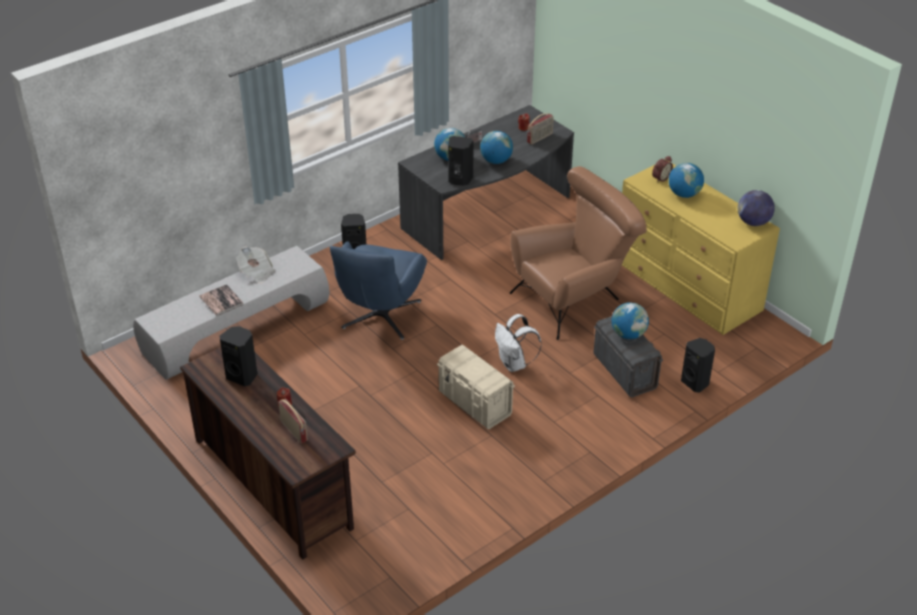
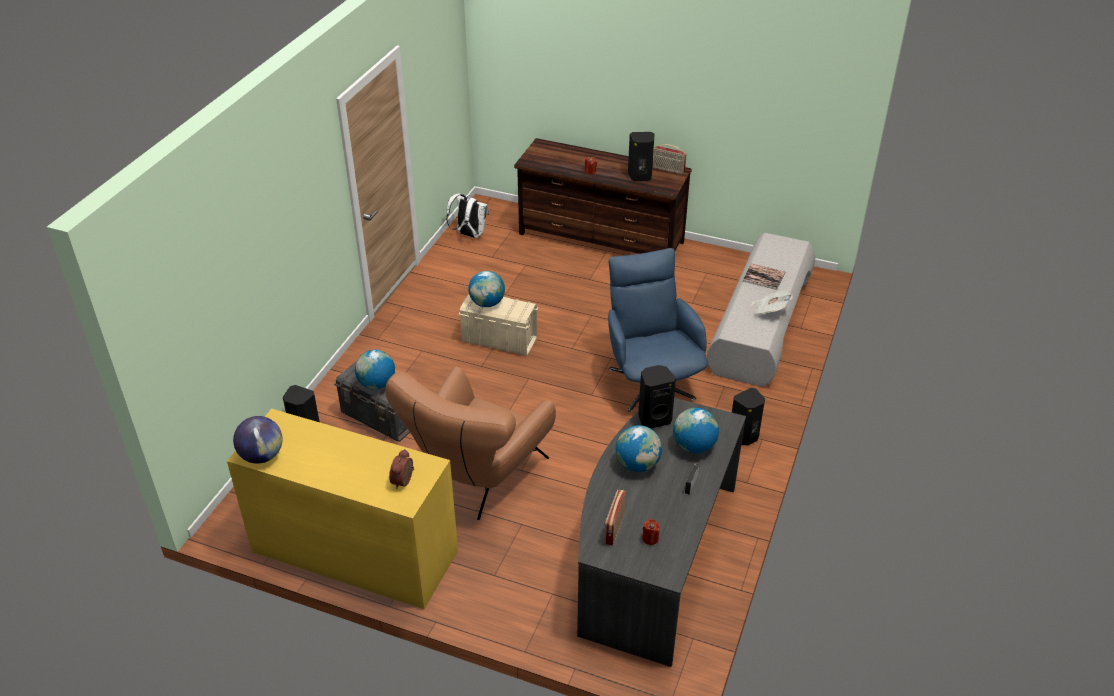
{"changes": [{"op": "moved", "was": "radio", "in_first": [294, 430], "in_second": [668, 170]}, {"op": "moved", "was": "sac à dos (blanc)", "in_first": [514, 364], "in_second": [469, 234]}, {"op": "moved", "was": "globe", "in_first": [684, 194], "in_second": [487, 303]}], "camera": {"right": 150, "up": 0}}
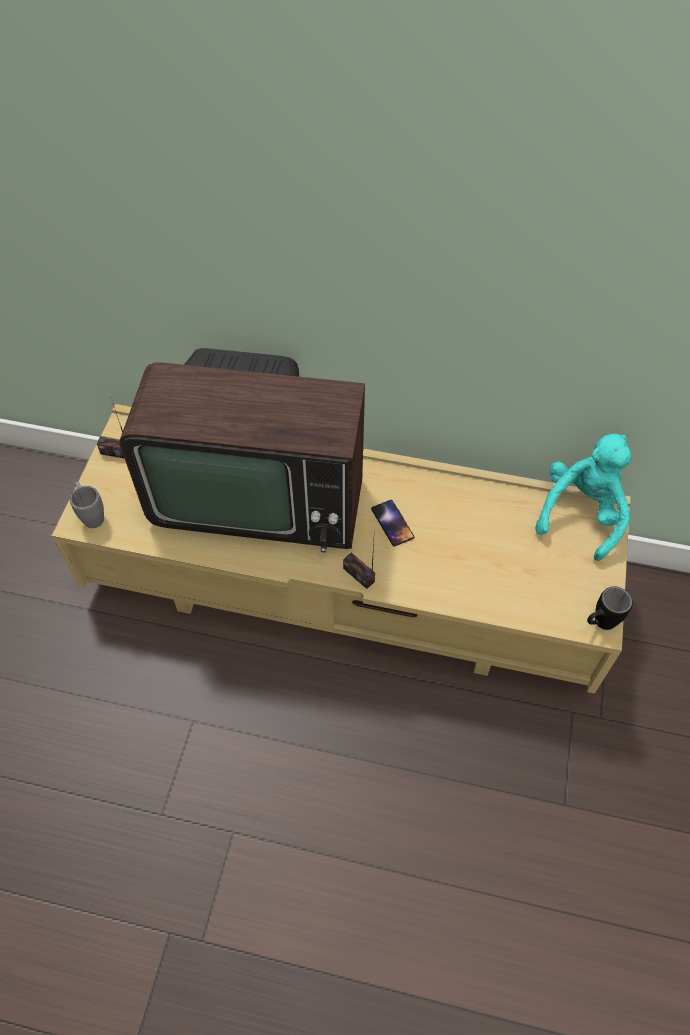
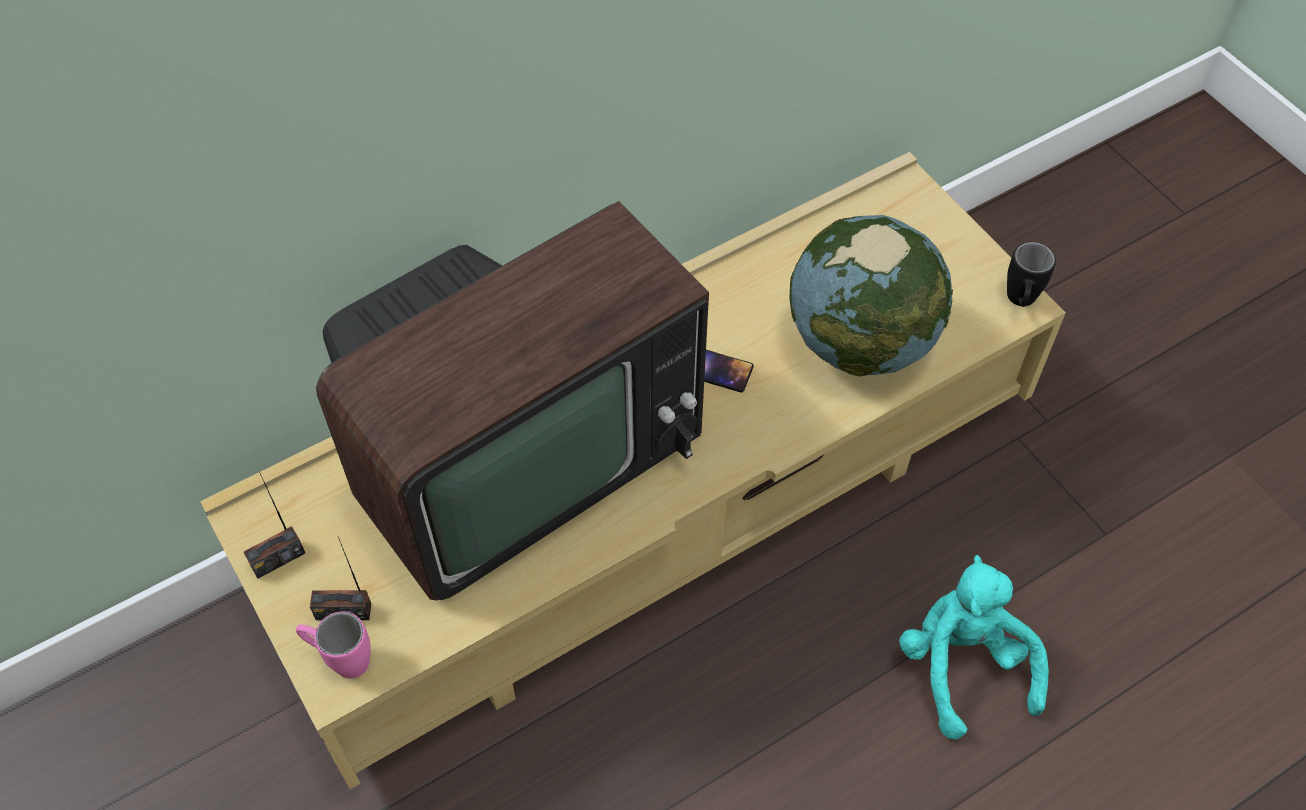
{"changes": [{"op": "recoloured", "was": "mug (gris)", "now": "mug (rose)", "in_first": [91, 515], "in_second": [341, 659]}, {"op": "moved", "was": "radio", "in_first": [359, 575], "in_second": [343, 611]}, {"op": "moved", "was": "peluche (turquoise)", "in_first": [581, 513], "in_second": [963, 665]}, {"op": "added", "now": "globe", "in_second": [861, 343]}], "camera": {"right": -45, "up": 0}}
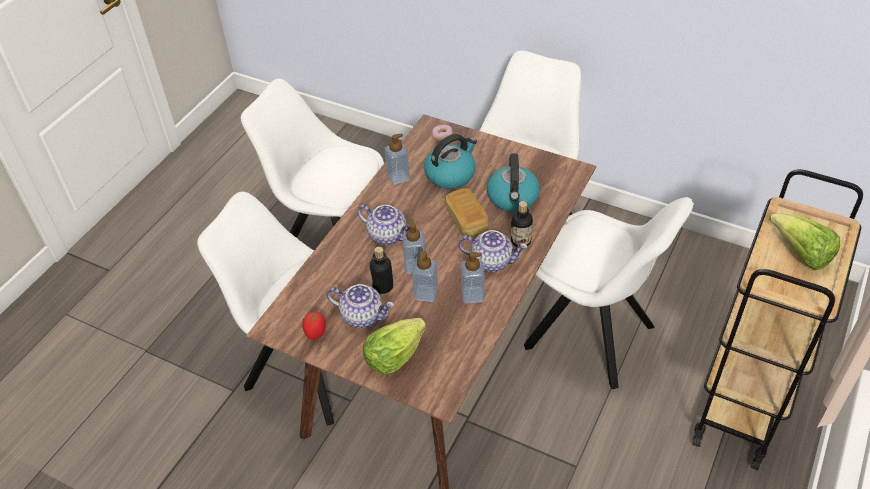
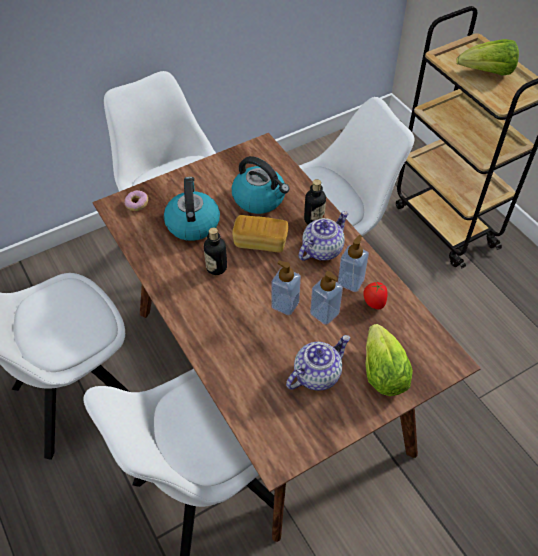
{"changes": [{"op": "moved", "was": "tomate", "in_first": [316, 333], "in_second": [373, 303]}, {"op": "removed", "was": "théière", "in_first": [388, 235]}, {"op": "moved", "was": "bouteille", "in_first": [383, 286], "in_second": [216, 267]}, {"op": "removed", "was": "distributeur de savon", "in_first": [398, 177]}], "camera": {"right": -60, "up": 5}}
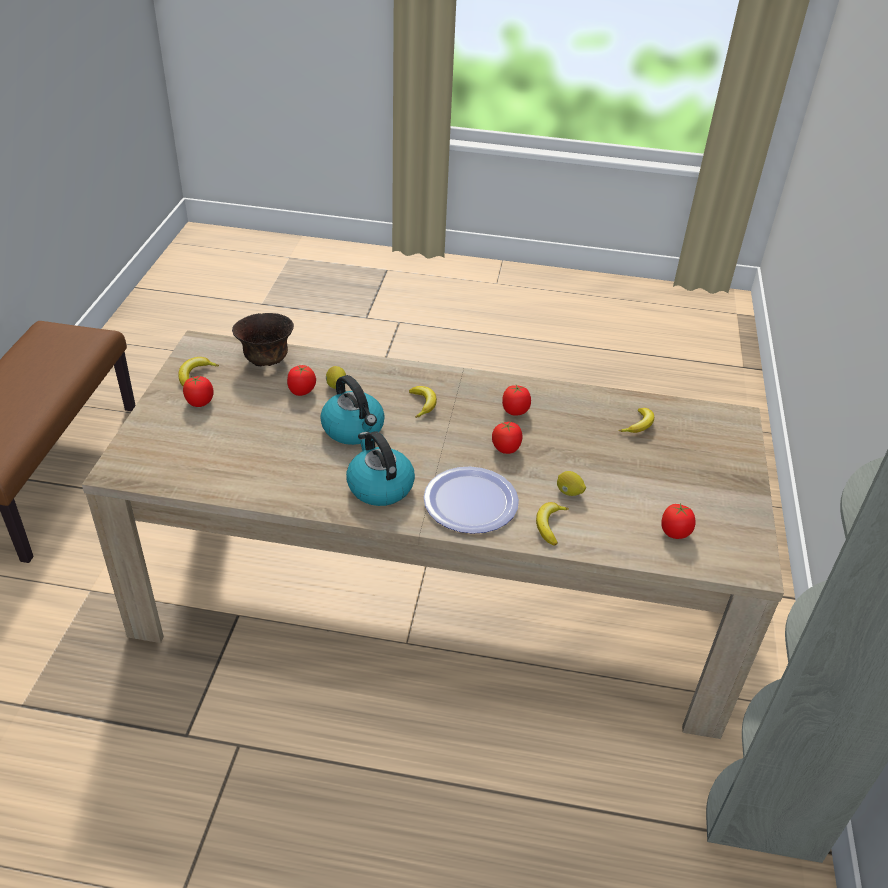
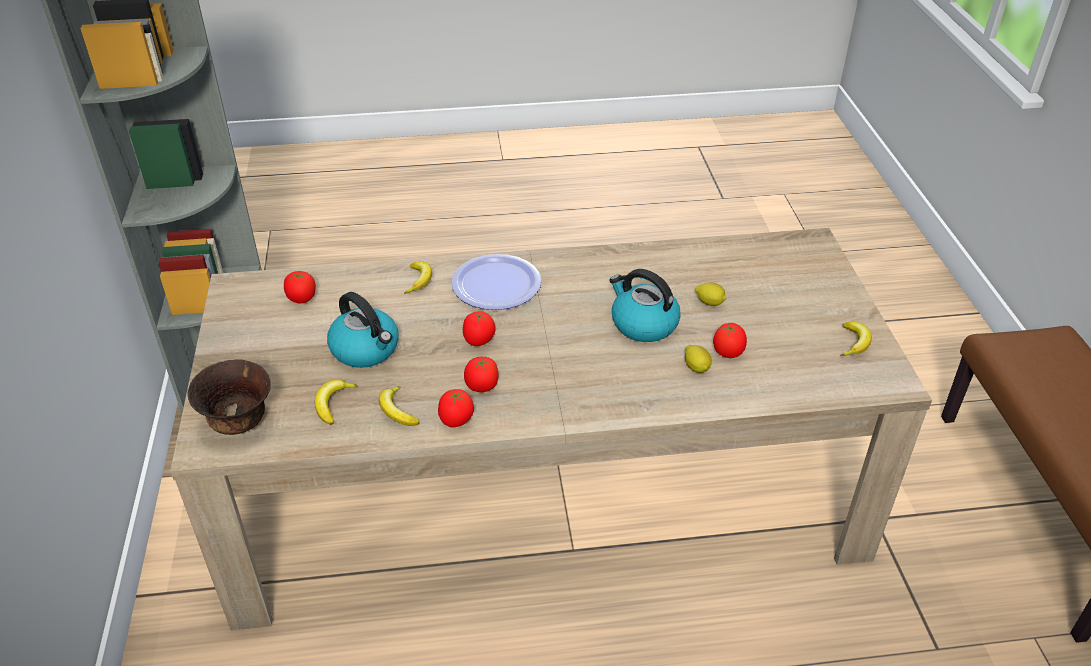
{"changes": [{"op": "moved", "was": "tomate", "in_first": [200, 402], "in_second": [456, 420]}, {"op": "moved", "was": "bol (marron)", "in_first": [266, 361], "in_second": [240, 424]}, {"op": "moved", "was": "bouilloire", "in_first": [379, 486], "in_second": [366, 350]}, {"op": "moved", "was": "banane", "in_first": [423, 404], "in_second": [397, 411]}, {"op": "moved", "was": "citron", "in_first": [569, 492], "in_second": [709, 303]}], "camera": {"right": 165, "up": 0}}
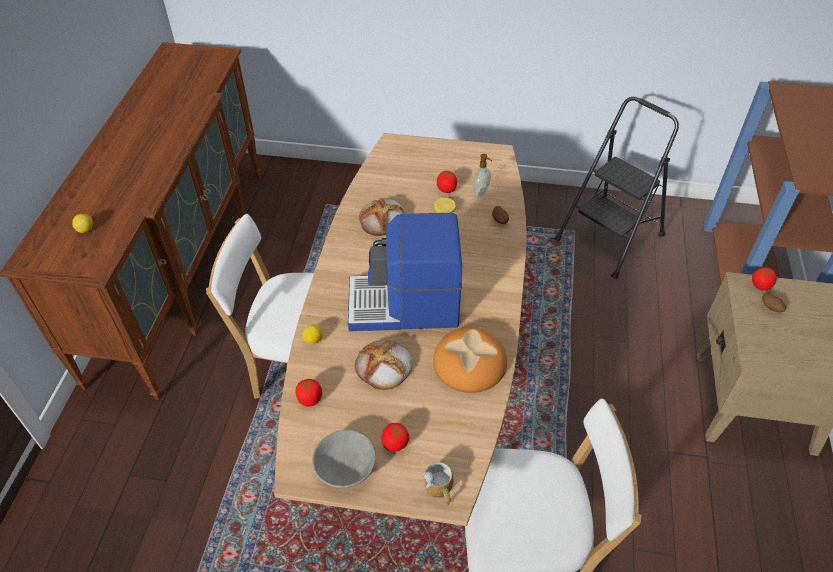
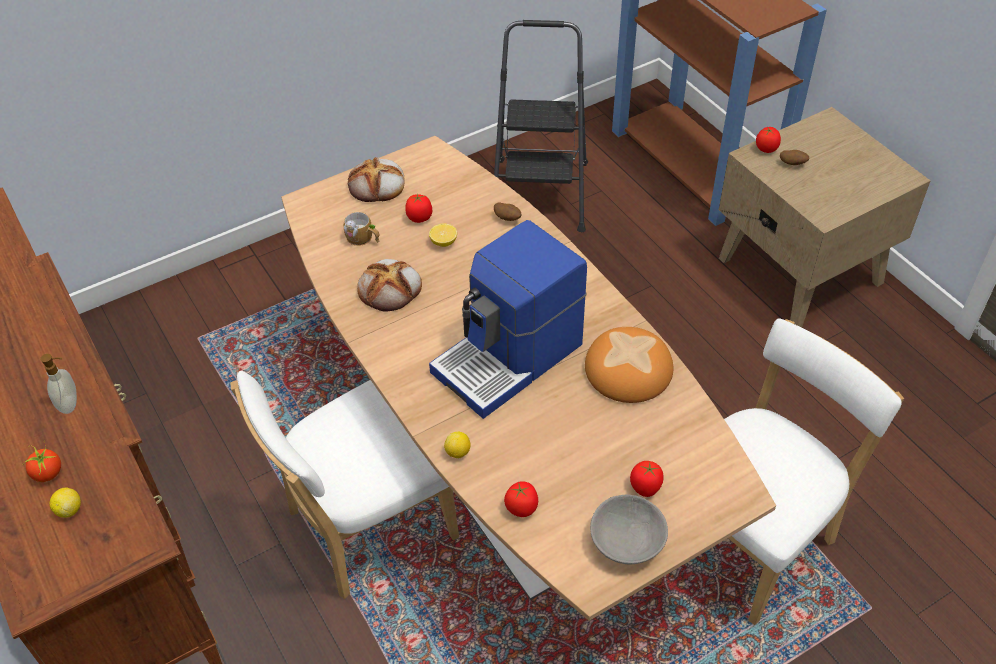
{"changes": [{"op": "moved", "was": "pain", "in_first": [384, 367], "in_second": [377, 185]}, {"op": "moved", "was": "mug", "in_first": [439, 490], "in_second": [363, 239]}, {"op": "moved", "was": "distributeur de savon", "in_first": [481, 192], "in_second": [70, 404]}, {"op": "added", "now": "tomate", "in_second": [48, 473]}], "camera": {"right": -40, "up": 0}}
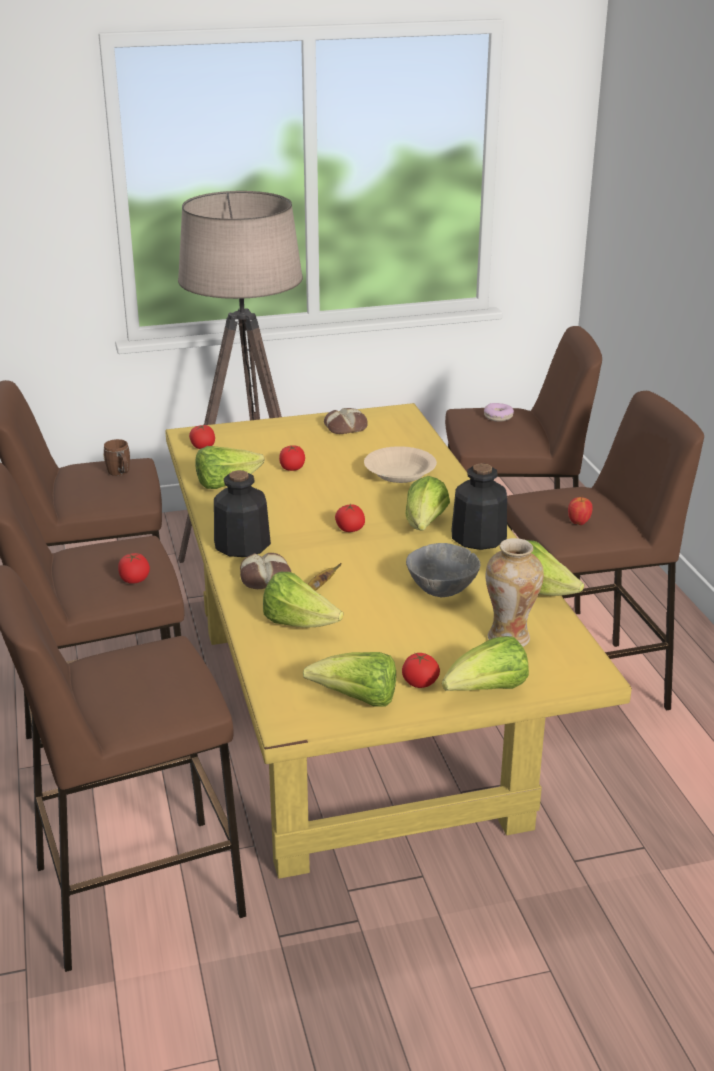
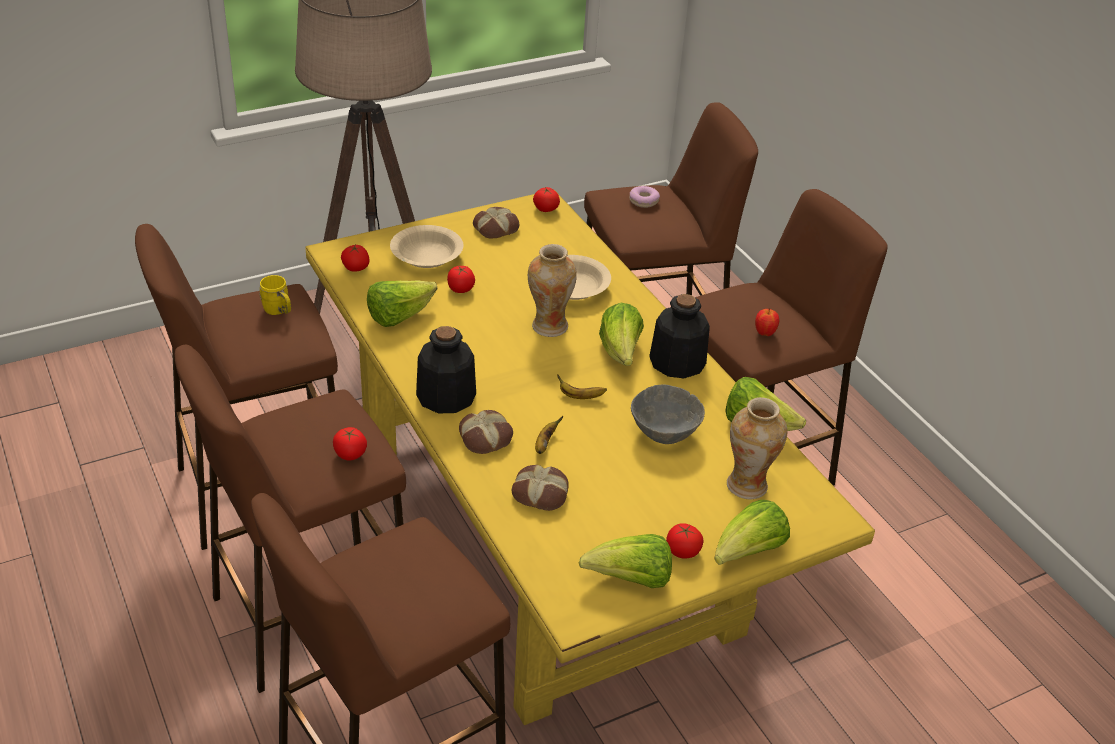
{"changes": [{"op": "recoloured", "was": "mug (marron)", "now": "mug (jaune)", "in_first": [120, 473], "in_second": [279, 311]}, {"op": "replaced", "was": "laitue", "now": "pain", "in_first": [299, 623], "in_second": [541, 492]}, {"op": "moved", "was": "tomate", "in_first": [350, 529], "in_second": [546, 209]}, {"op": "added", "now": "bol (beige)", "in_second": [426, 256]}, {"op": "added", "now": "vase", "in_second": [549, 326]}, {"op": "added", "now": "banane", "in_second": [580, 396]}], "camera": {"right": -15, "up": 10}}
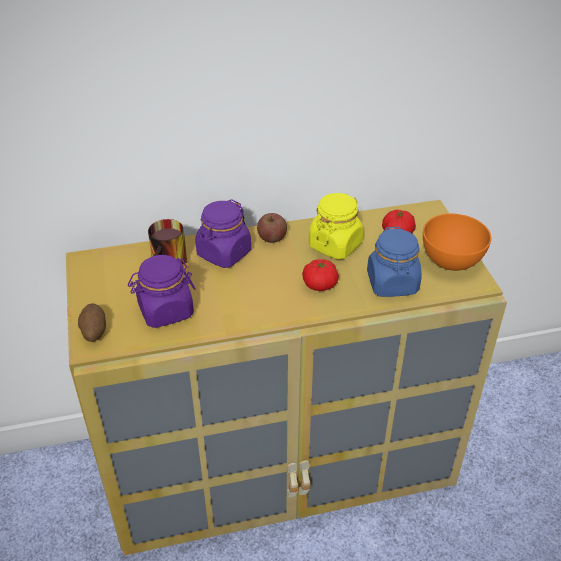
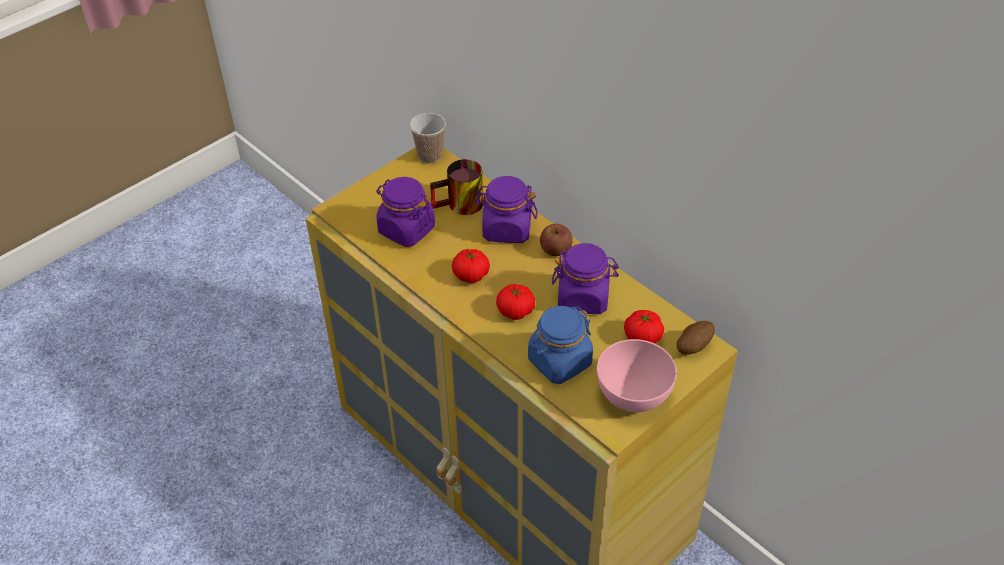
{"changes": [{"op": "moved", "was": "pomme de terre", "in_first": [94, 332], "in_second": [693, 346]}, {"op": "recoloured", "was": "bocal (jaune)", "now": "bocal (violet)", "in_first": [335, 245], "in_second": [583, 298]}, {"op": "recoloured", "was": "bol (orange)", "now": "bol (rose)", "in_first": [451, 261], "in_second": [632, 395]}, {"op": "added", "now": "tasse", "in_second": [430, 156]}, {"op": "added", "now": "tomate", "in_second": [471, 275]}], "camera": {"right": 60, "up": 5}}
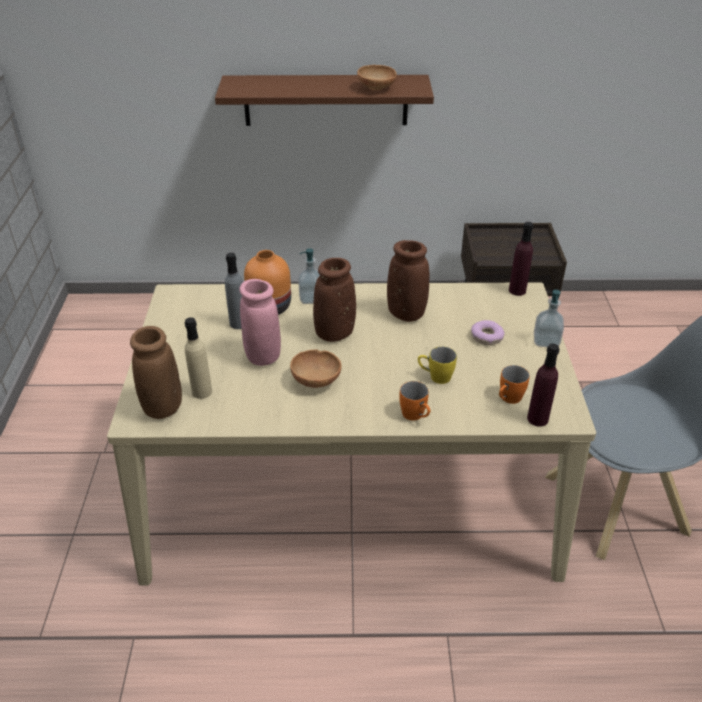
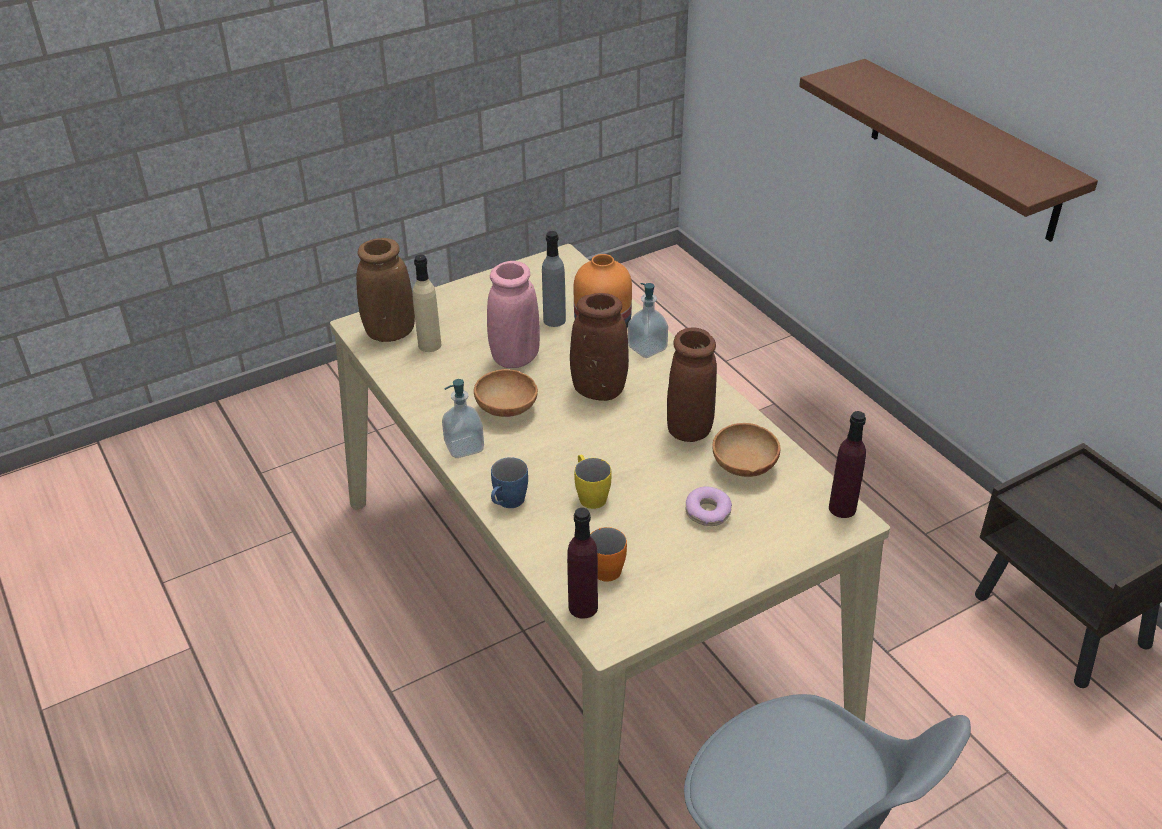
{"changes": [{"op": "moved", "was": "bol (marron)", "in_first": [376, 89], "in_second": [743, 468]}, {"op": "recoloured", "was": "mug (orange)", "now": "mug (bleu)", "in_first": [416, 416], "in_second": [507, 503]}, {"op": "moved", "was": "distributeur de savon", "in_first": [546, 341], "in_second": [464, 447]}], "camera": {"right": 60, "up": 0}}
